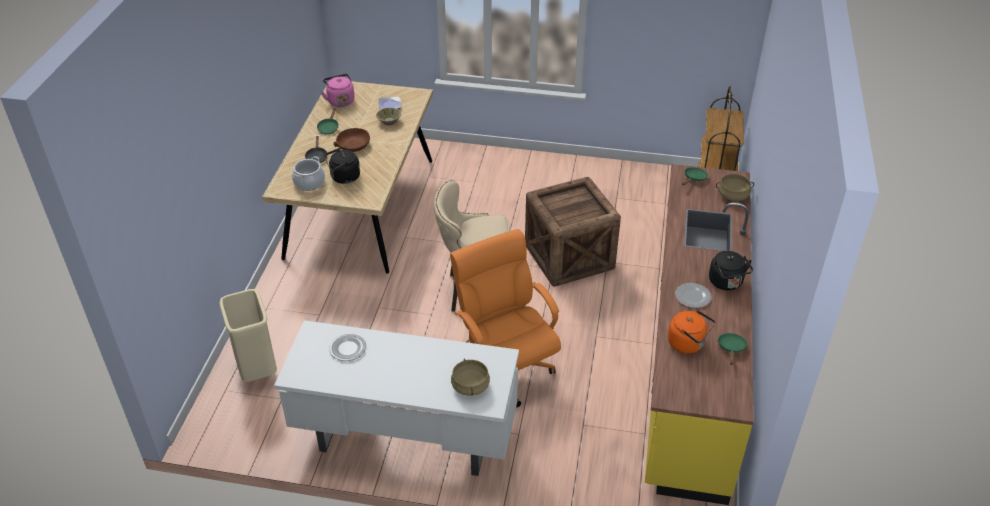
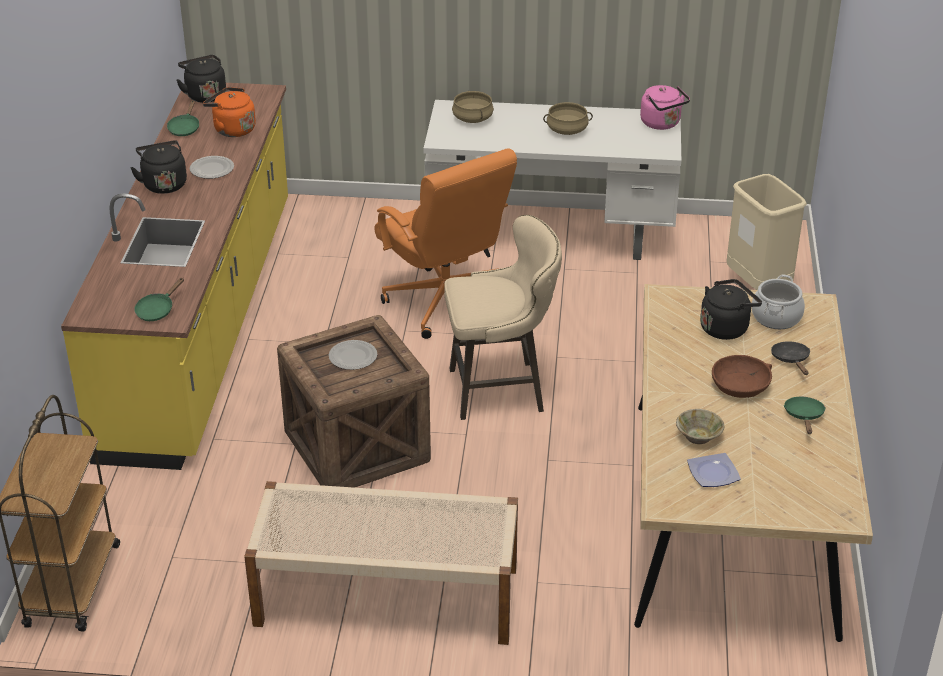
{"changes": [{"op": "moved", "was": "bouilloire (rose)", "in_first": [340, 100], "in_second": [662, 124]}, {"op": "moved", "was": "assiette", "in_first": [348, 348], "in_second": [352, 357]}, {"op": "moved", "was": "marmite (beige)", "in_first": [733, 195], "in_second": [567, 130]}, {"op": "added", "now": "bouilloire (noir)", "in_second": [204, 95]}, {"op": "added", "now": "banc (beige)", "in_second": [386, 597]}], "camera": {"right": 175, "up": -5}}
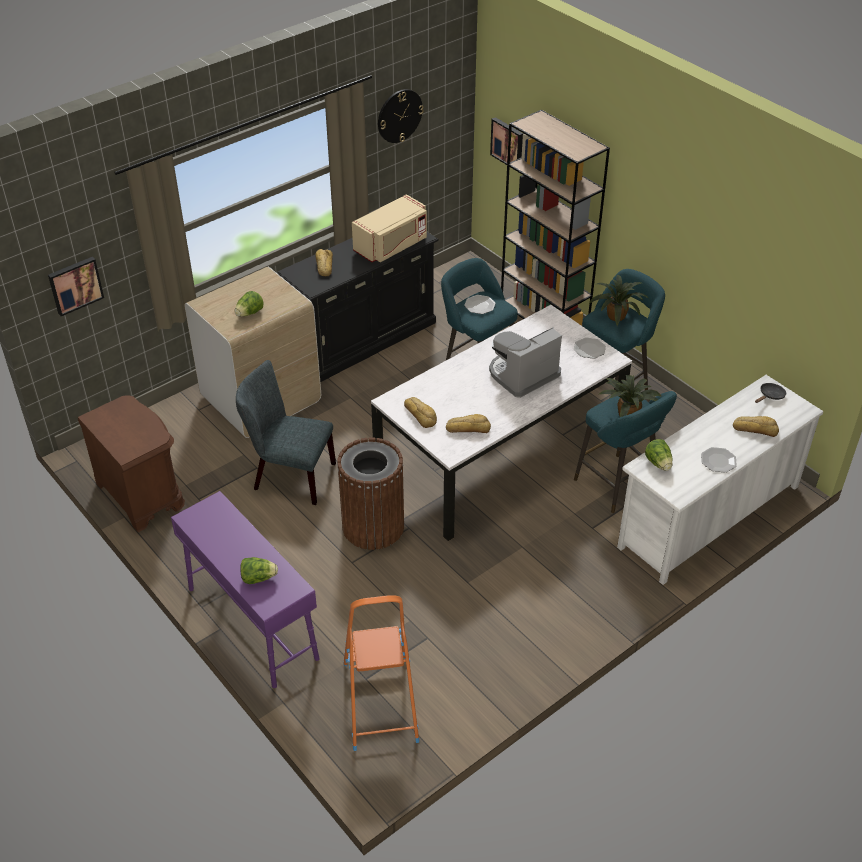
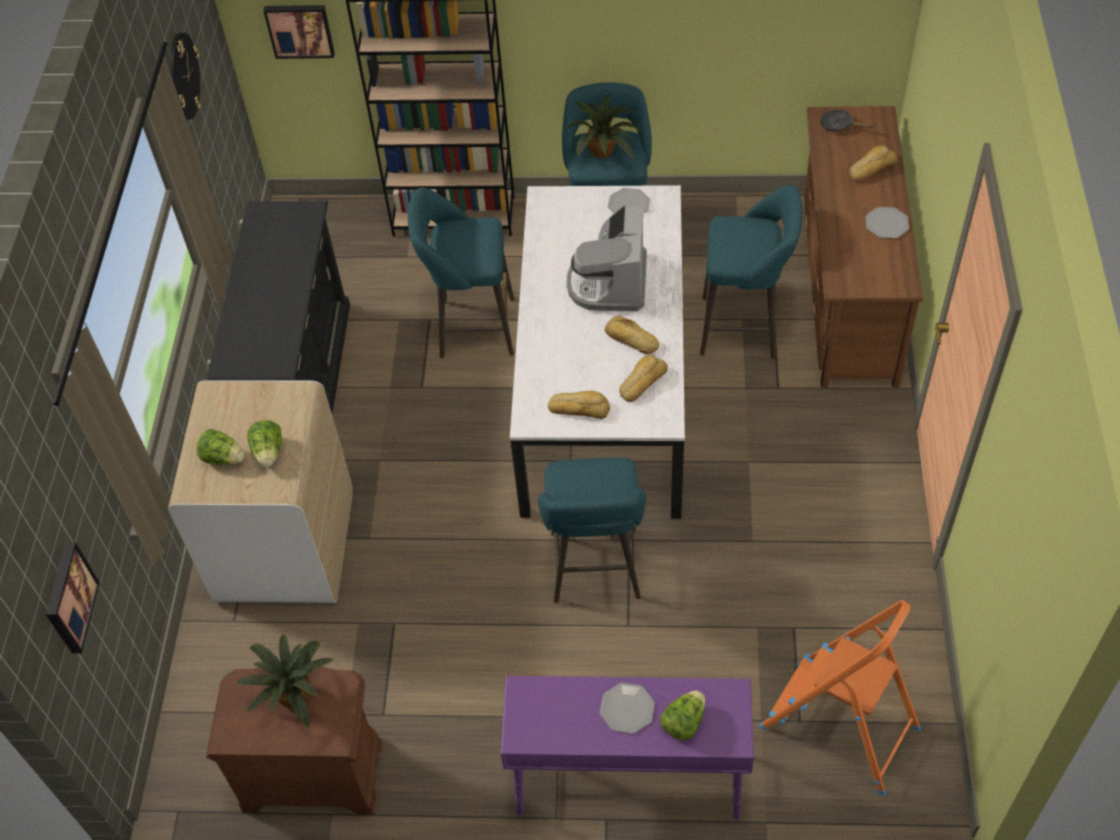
{"changes": [{"op": "removed", "was": "chaise (gris)", "in_first": [289, 476]}, {"op": "moved", "was": "pain", "in_first": [324, 266], "in_second": [631, 340]}, {"op": "replaced", "was": "poubelle (marron)", "now": "tabouret (turquoise)", "in_first": [373, 526], "in_second": [595, 571]}, {"op": "removed", "was": "micro-ondes (beige)", "in_first": [391, 245]}, {"op": "moved", "was": "assiette", "in_first": [479, 305], "in_second": [627, 709]}, {"op": "moved", "was": "plante en pot", "in_first": [627, 414], "in_second": [292, 695]}, {"op": "recoloured", "was": "commode (blanc)", "now": "commode (marron)", "in_first": [707, 516], "in_second": [847, 291]}, {"op": "moved", "was": "laitue", "in_first": [658, 463], "in_second": [223, 458]}, {"op": "turned", "was": "poêle (noir)", "in_first": [770, 396], "in_second": [839, 125], "clockwise": -60}], "camera": {"right": -45, "up": 10}}
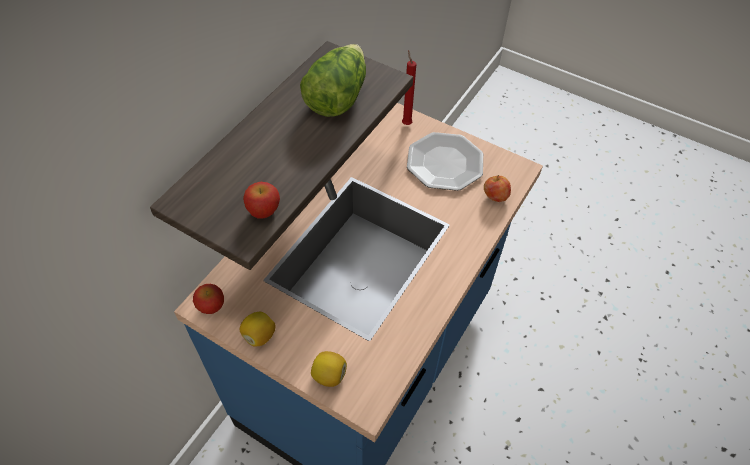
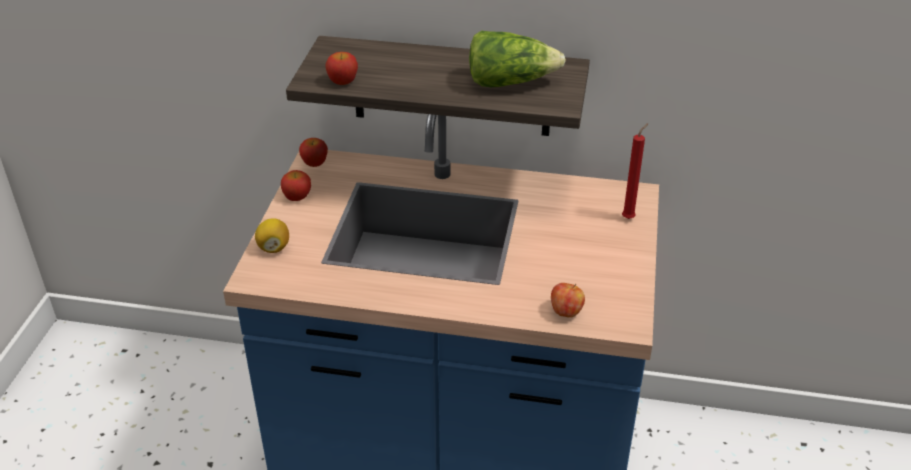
{"changes": [{"op": "replaced", "was": "citron", "now": "pomme", "in_first": [259, 335], "in_second": [297, 197]}, {"op": "removed", "was": "assiette", "in_first": [444, 163]}], "camera": {"right": 70, "up": -15}}
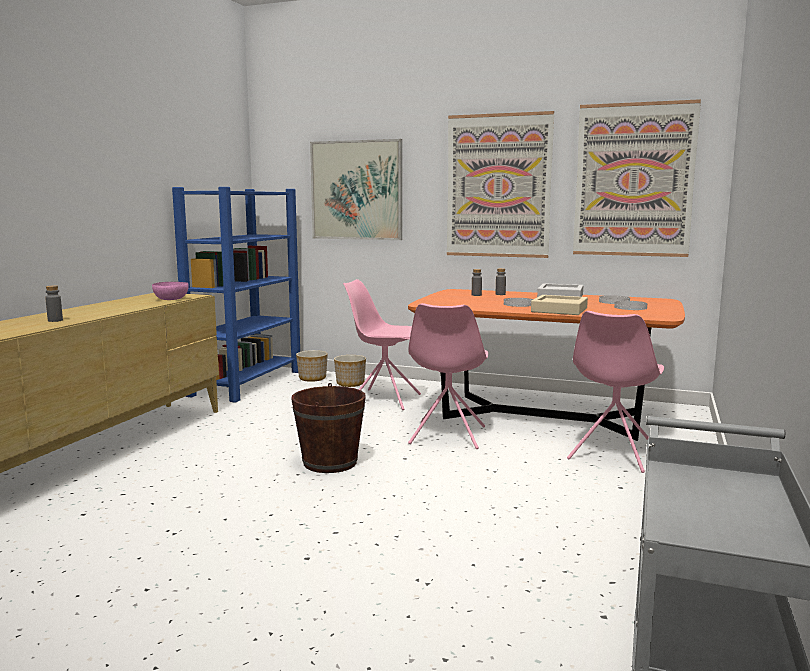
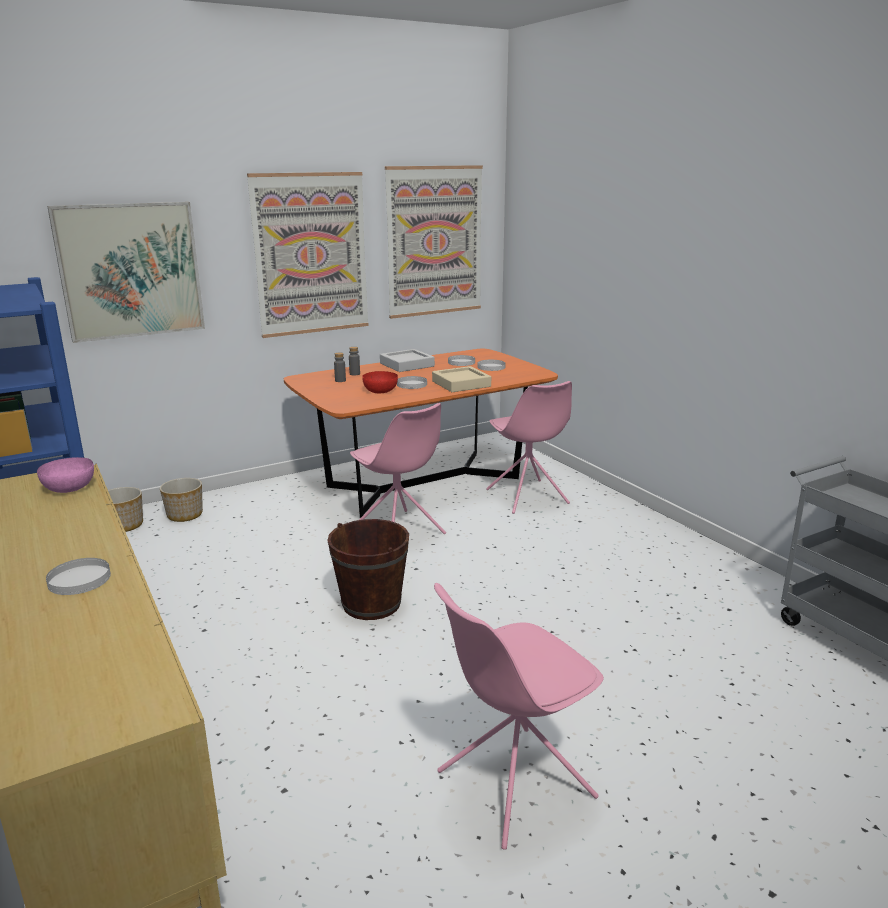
{"changes": [{"op": "replaced", "was": "bouteille (gris)", "now": "assiette (blanc)", "in_first": [55, 320], "in_second": [79, 579]}, {"op": "moved", "was": "chaise (rose)", "in_first": [383, 399], "in_second": [513, 785]}, {"op": "added", "now": "bol (rouge)", "in_second": [381, 391]}], "camera": {"right": -50, "up": 10}}
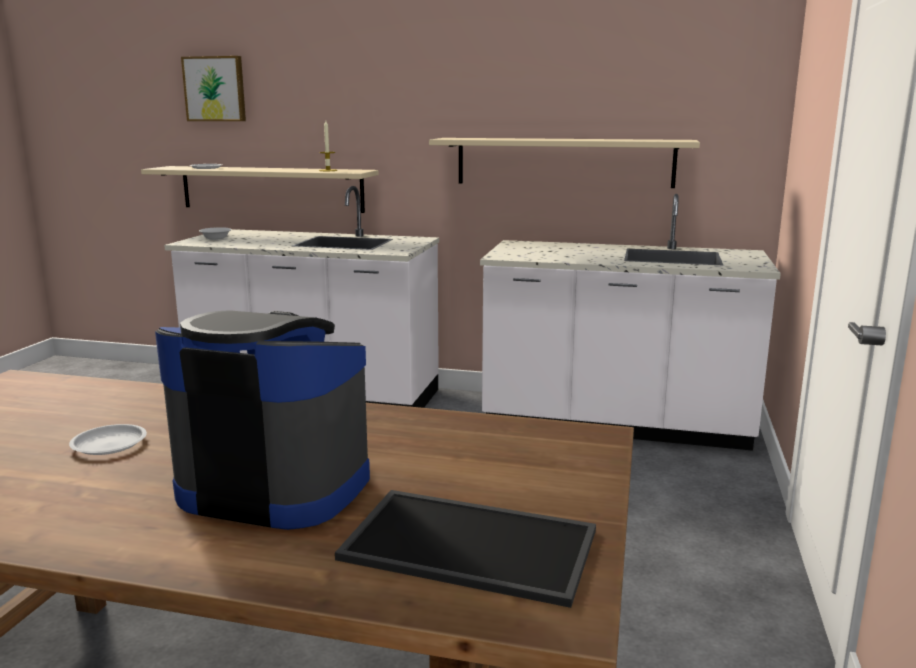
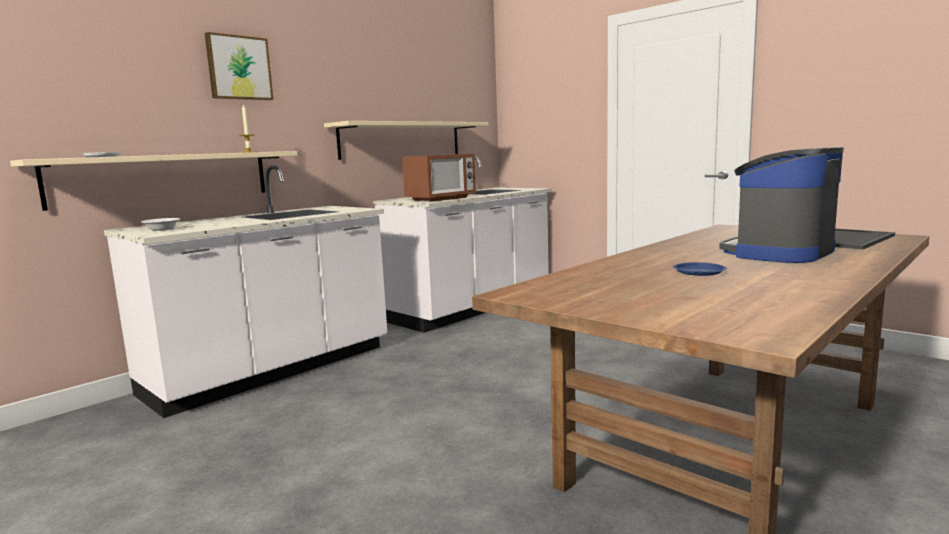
{"changes": [{"op": "recoloured", "was": "assiette (blanc)", "now": "assiette (bleu)", "in_first": [108, 444], "in_second": [699, 272]}, {"op": "moved", "was": "tableau", "in_first": [215, 89], "in_second": [238, 68]}, {"op": "added", "now": "micro-ondes", "in_second": [441, 199]}], "camera": {"right": -60, "up": -5}}
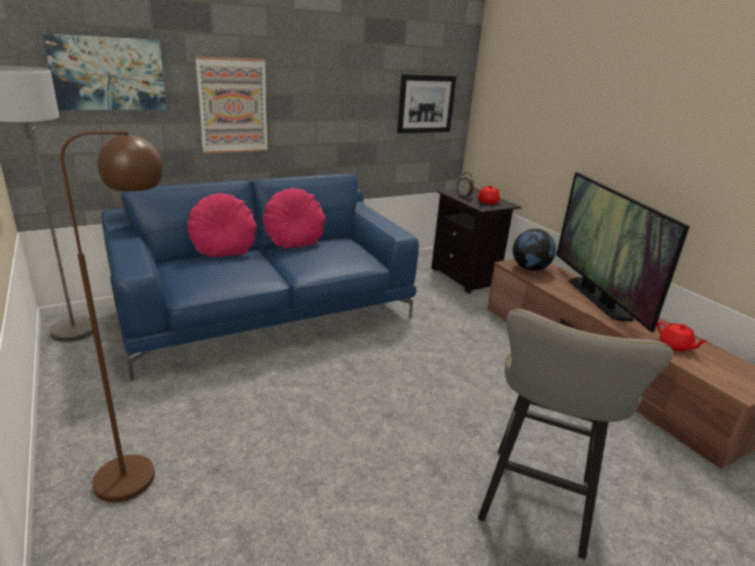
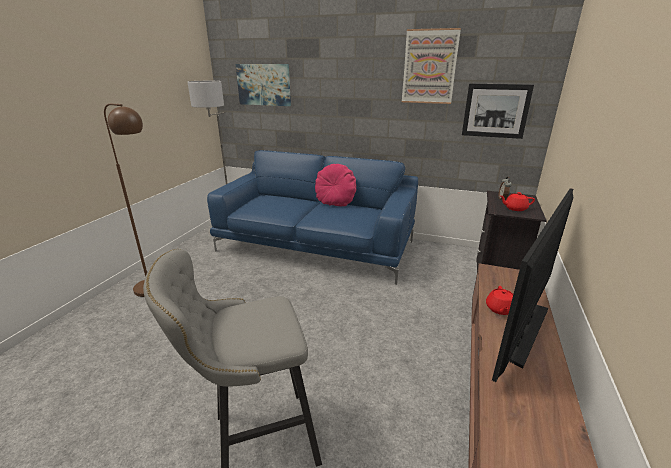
{"changes": [{"op": "removed", "was": "coussin (rose)", "in_first": [224, 253]}, {"op": "moved", "was": "tableau", "in_first": [233, 106], "in_second": [429, 67]}, {"op": "removed", "was": "globe", "in_first": [530, 268]}, {"op": "moved", "was": "théière (rouge)", "in_first": [675, 346], "in_second": [499, 309]}], "camera": {"right": 50, "up": 0}}
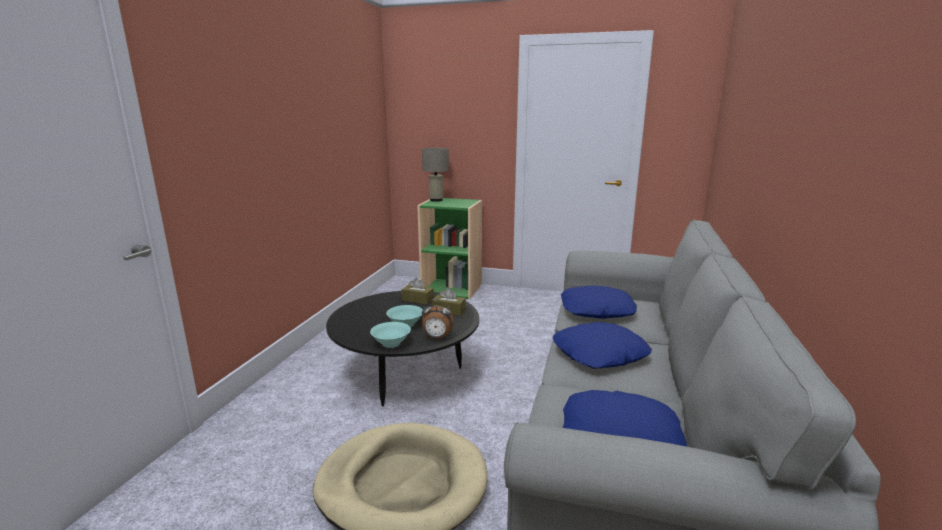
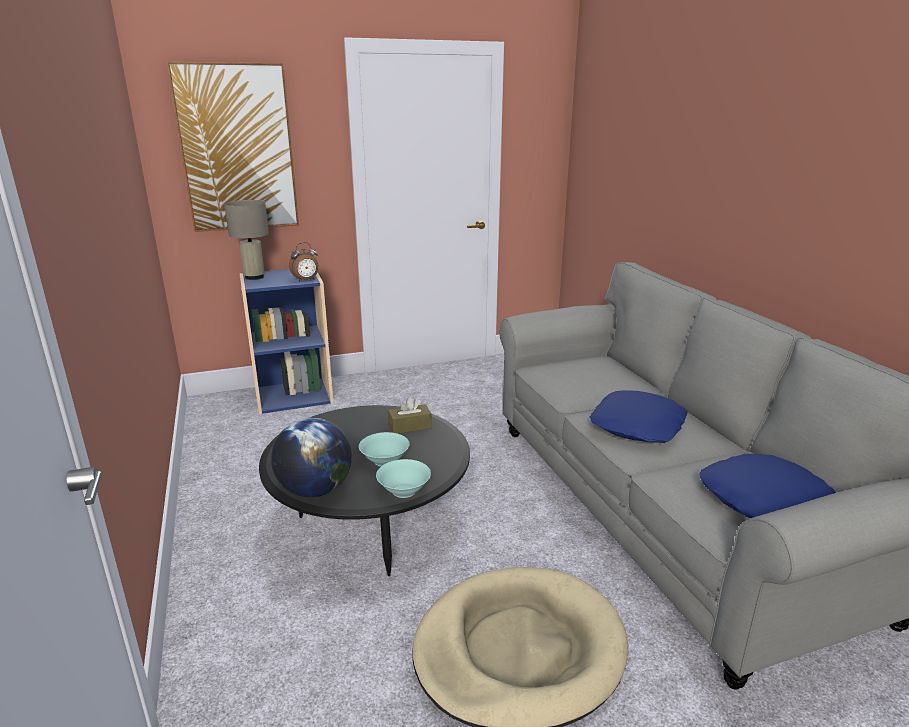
{"changes": [{"op": "removed", "was": "boîte à mouchoirs (marron)", "in_first": [418, 300]}, {"op": "recoloured", "was": "bibliothèque (vert)", "now": "bibliothèque (bleu)", "in_first": [452, 288], "in_second": [294, 395]}, {"op": "moved", "was": "réveil", "in_first": [437, 338], "in_second": [306, 280]}, {"op": "removed", "was": "coussin (bleu)", "in_first": [597, 310]}, {"op": "added", "now": "tableau", "in_second": [237, 149]}, {"op": "added", "now": "globe", "in_second": [315, 490]}], "camera": {"right": -35, "up": 5}}
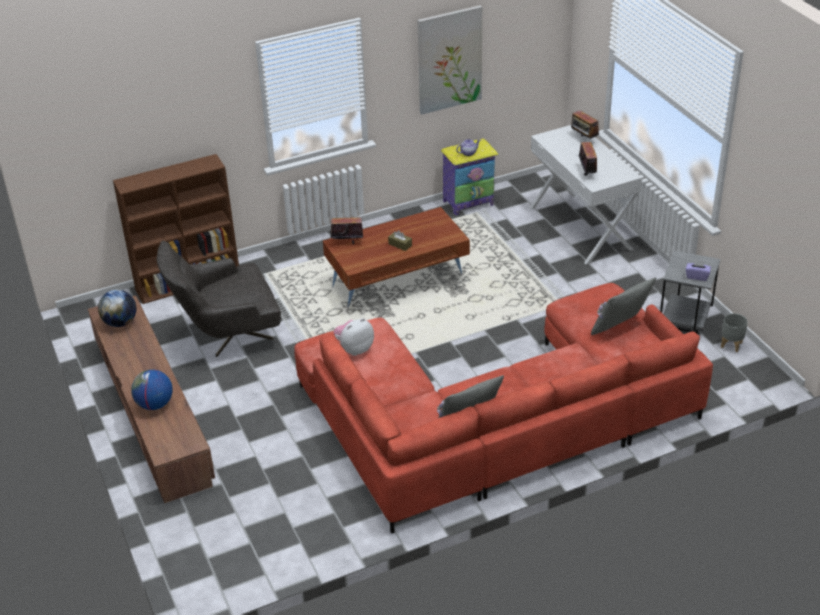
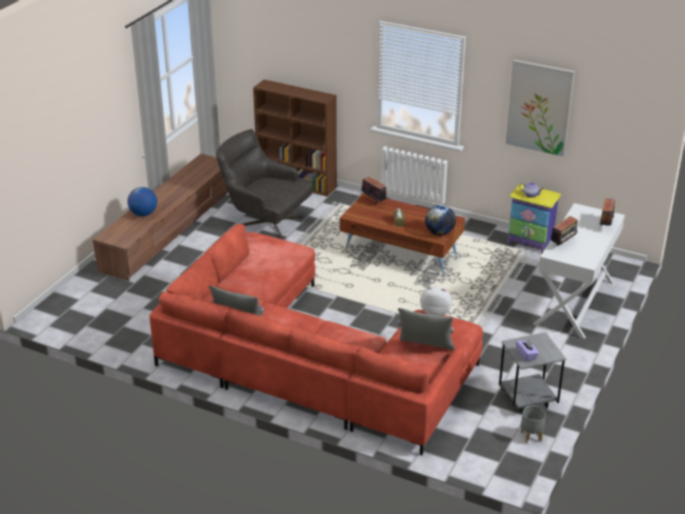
{"changes": [{"op": "moved", "was": "globe", "in_first": [120, 322], "in_second": [439, 233]}, {"op": "moved", "was": "peluche", "in_first": [354, 349], "in_second": [435, 312]}], "camera": {"right": 50, "up": -5}}
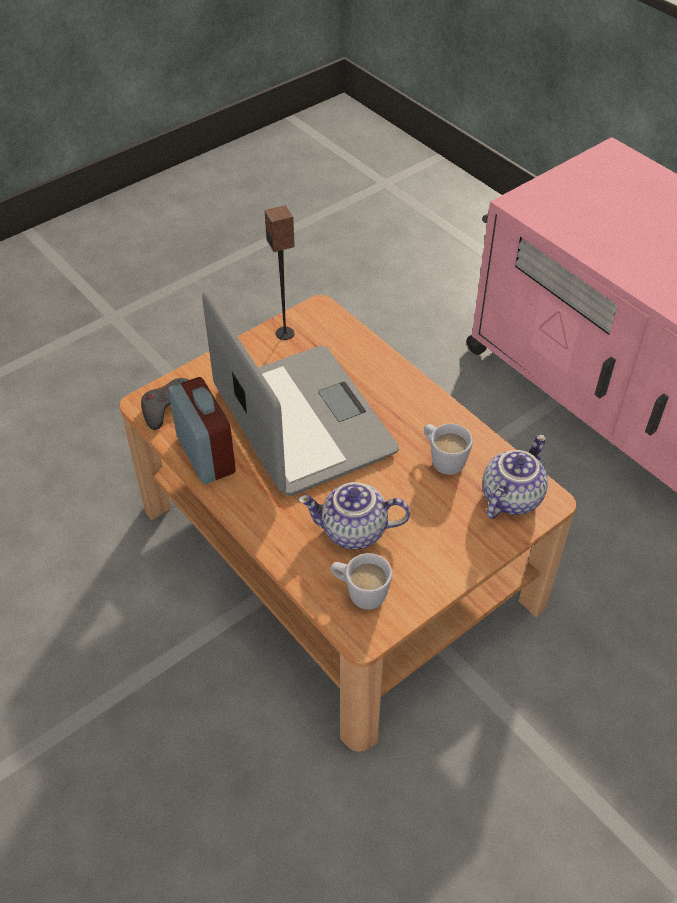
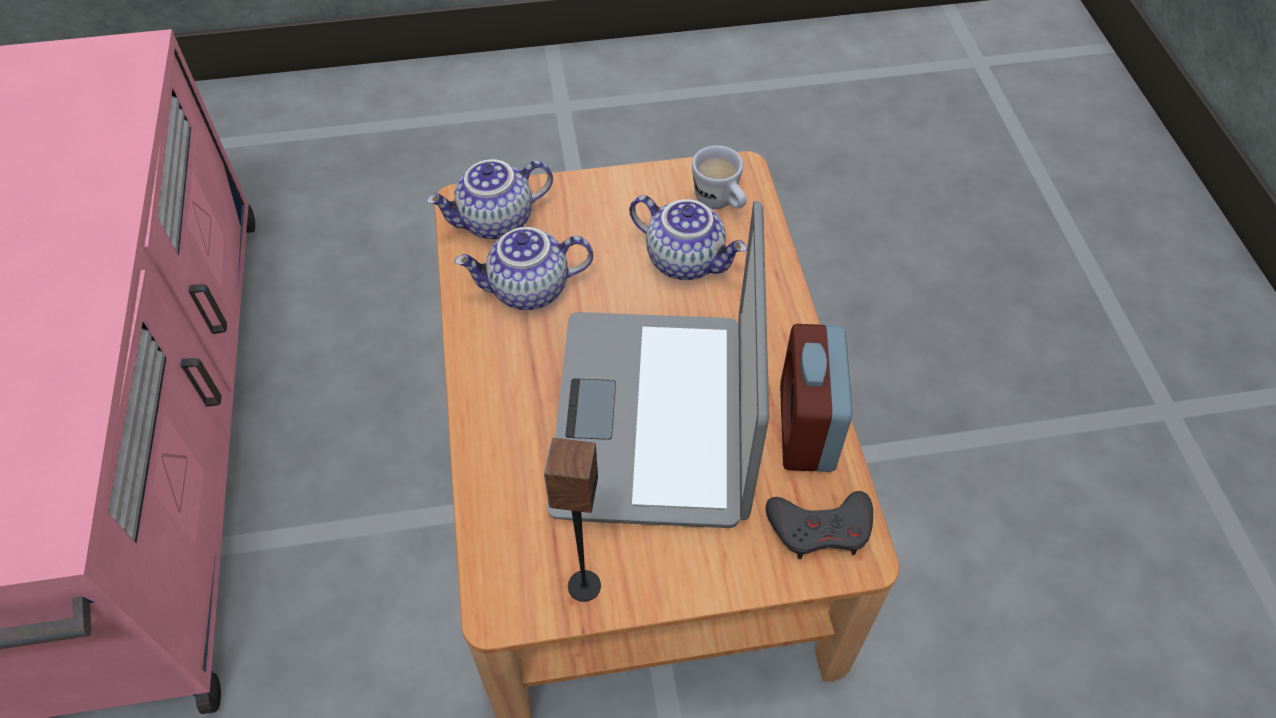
{"changes": [{"op": "replaced", "was": "mug (blanc)", "now": "théière", "in_first": [442, 460], "in_second": [529, 291]}], "camera": {"right": -150, "up": 5}}
